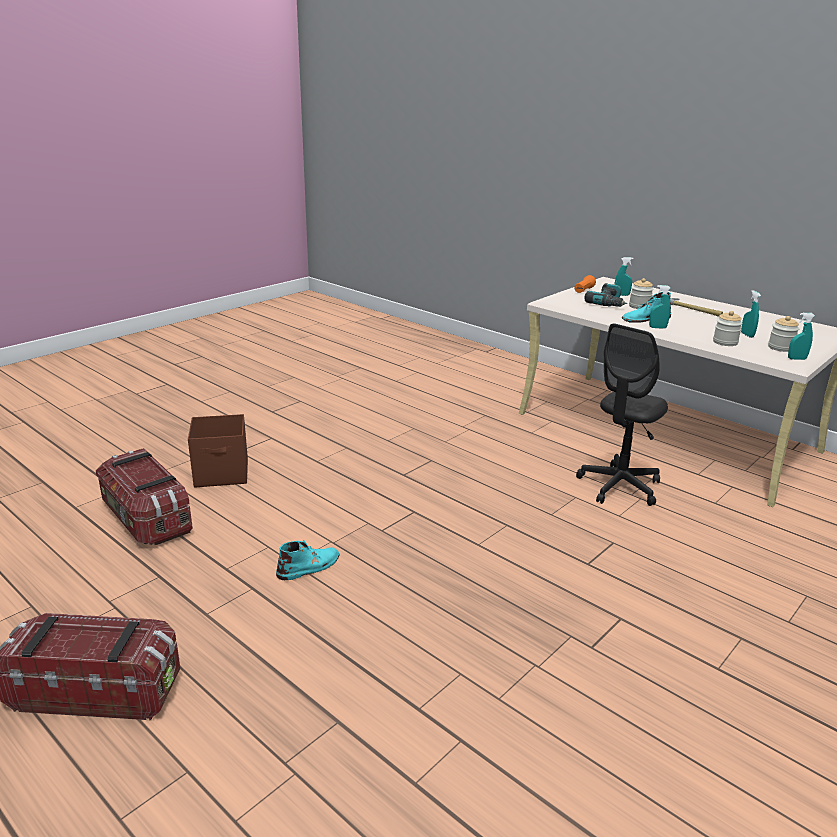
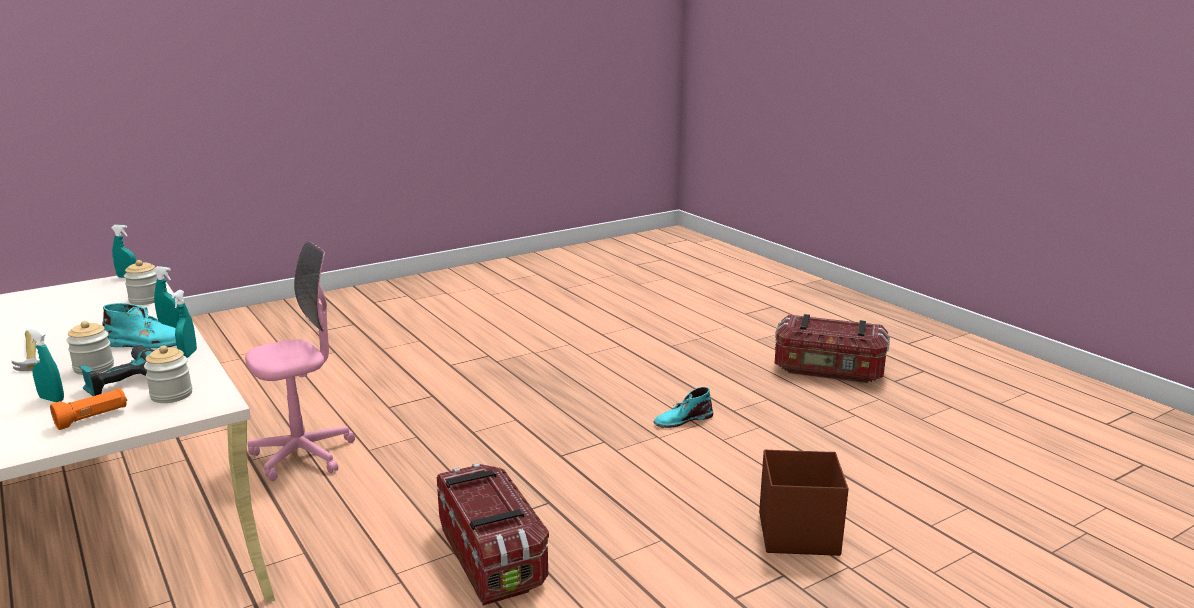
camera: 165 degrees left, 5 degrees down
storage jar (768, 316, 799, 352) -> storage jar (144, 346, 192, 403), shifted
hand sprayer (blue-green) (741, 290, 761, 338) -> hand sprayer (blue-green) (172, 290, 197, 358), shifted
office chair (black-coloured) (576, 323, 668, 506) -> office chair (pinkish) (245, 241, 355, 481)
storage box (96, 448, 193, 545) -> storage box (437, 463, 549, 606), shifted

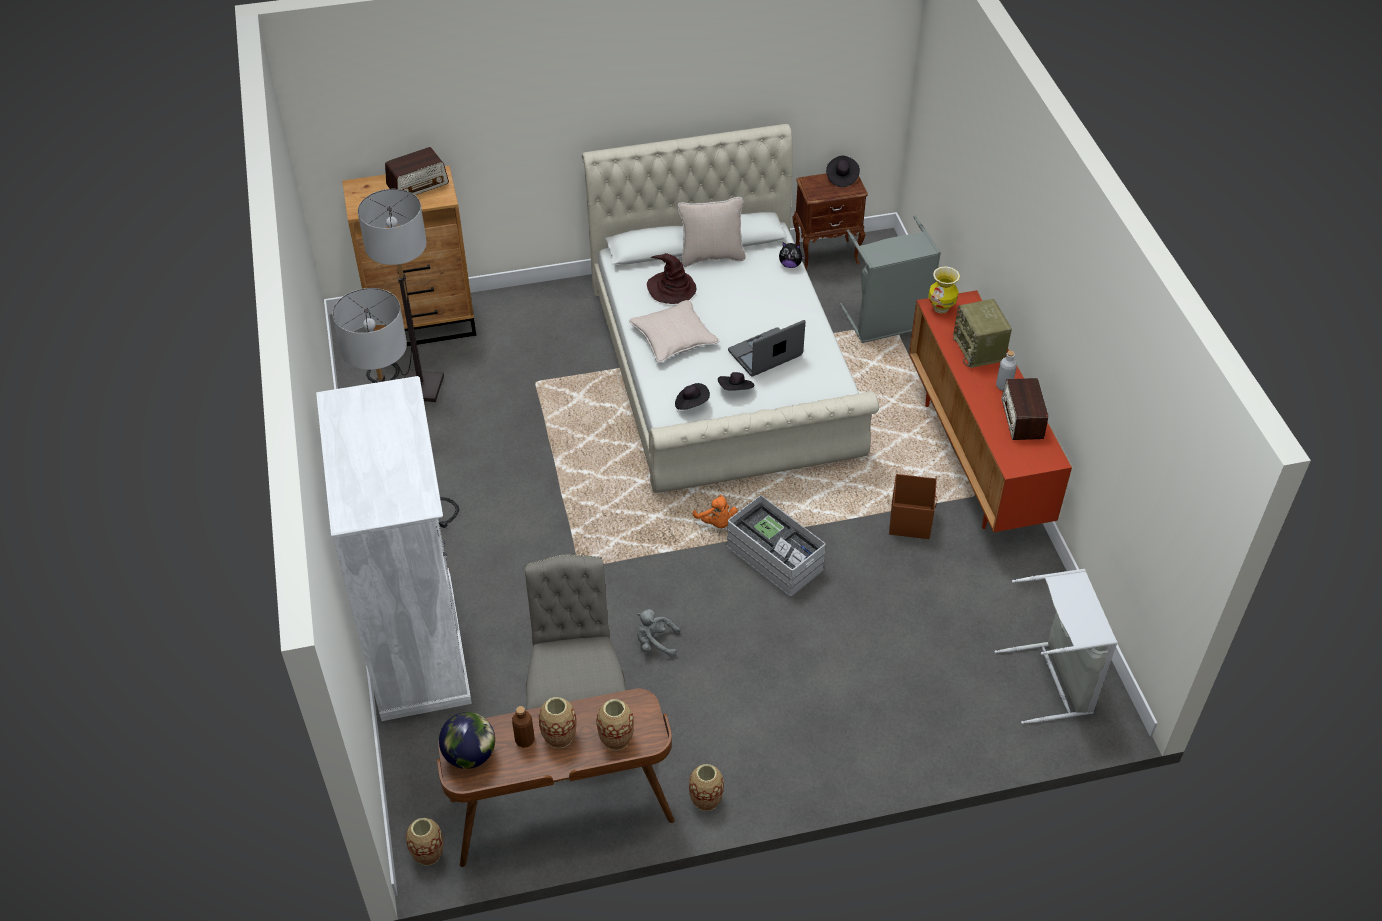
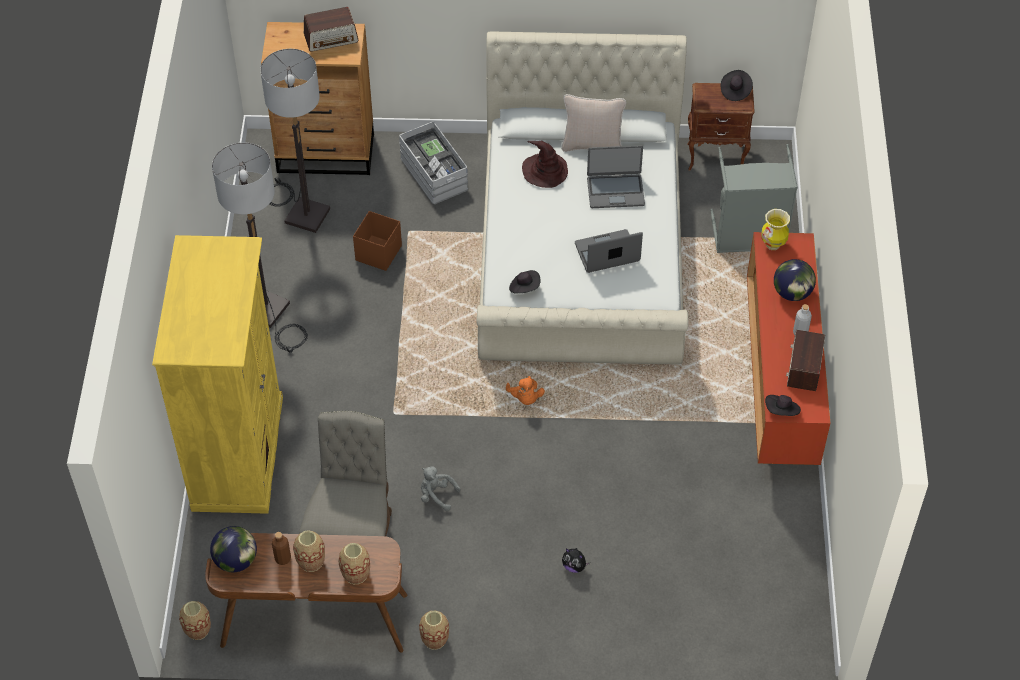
camera: 15 degrees right, 5 degrees up
wardrobe (whitish) (316, 376, 472, 721) -> wardrobe (yellow-coloured) (152, 235, 283, 514)
storage box (brown-coloured) (889, 474, 937, 539) -> storage box (brown-coloured) (353, 211, 402, 271), shifted
storage box (grey) (727, 495, 826, 596) -> storage box (grey) (399, 122, 468, 204), shifted
soft toy (779, 242, 805, 268) -> soft toy (562, 548, 590, 573), shifted
none -> laptop (587, 145, 645, 208)
clothing hat (black-coloured) (718, 372, 754, 391) -> clothing hat (black-coloured) (765, 395, 801, 416), shifted
radio (953, 299, 1012, 368) -> world globe (774, 259, 816, 301)
pillow (beige) (629, 300, 719, 362) -> none
washing basket (grey) (994, 569, 1118, 724) -> none

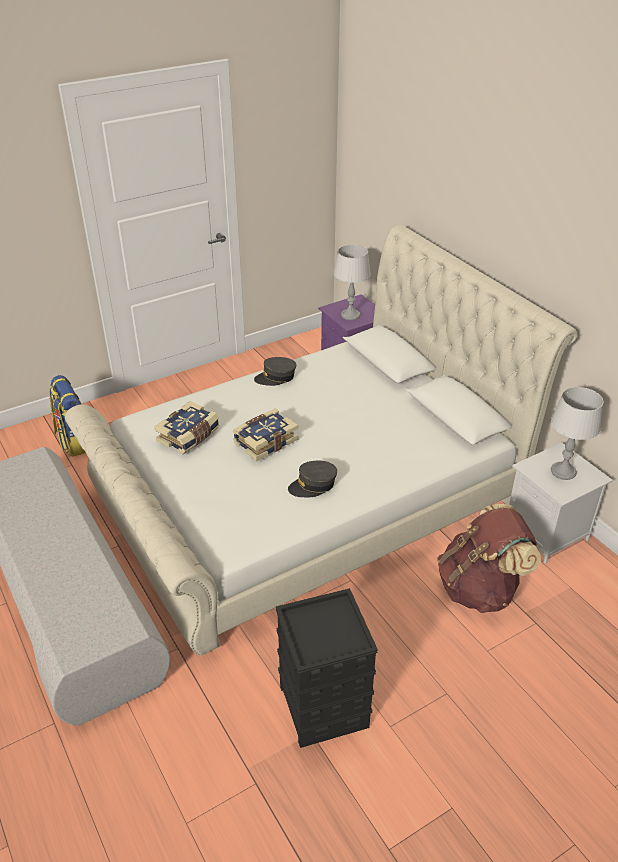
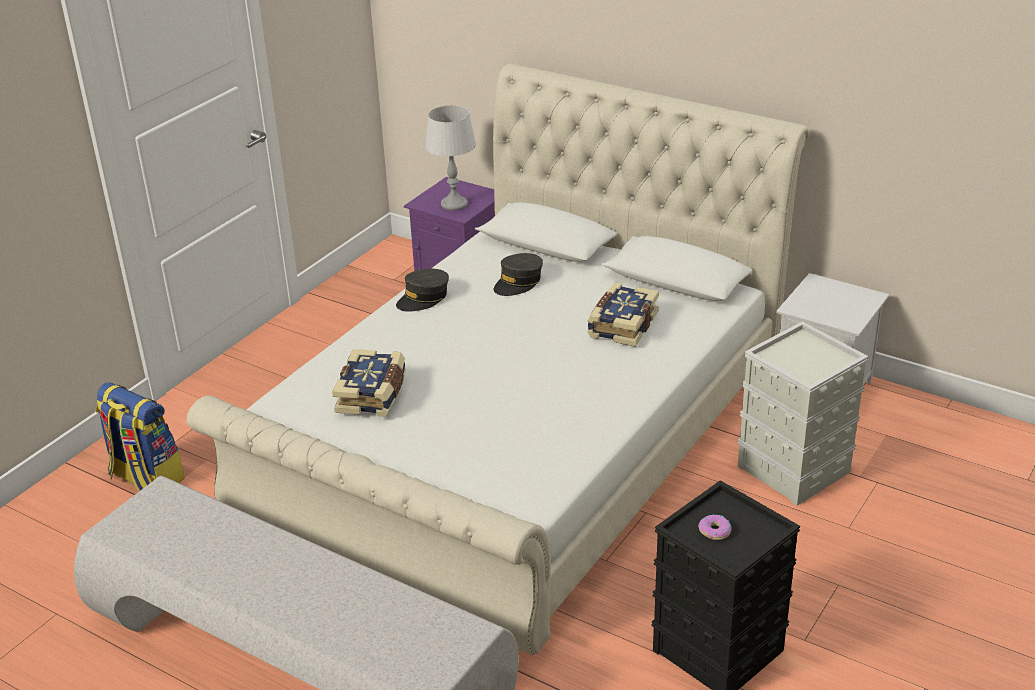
camera: 25 degrees left, 5 degrees down
cap (grey) (288, 461, 337, 497) -> cap (grey) (493, 253, 543, 296), shifted
book (233, 408, 298, 462) -> book (587, 283, 659, 347), shifted
none -> donut (698, 515, 731, 540)
backpack (brown-coloured) (437, 504, 541, 613) -> storage box (grey) (738, 321, 868, 506)
table lamp (grey) (551, 387, 603, 480) -> none

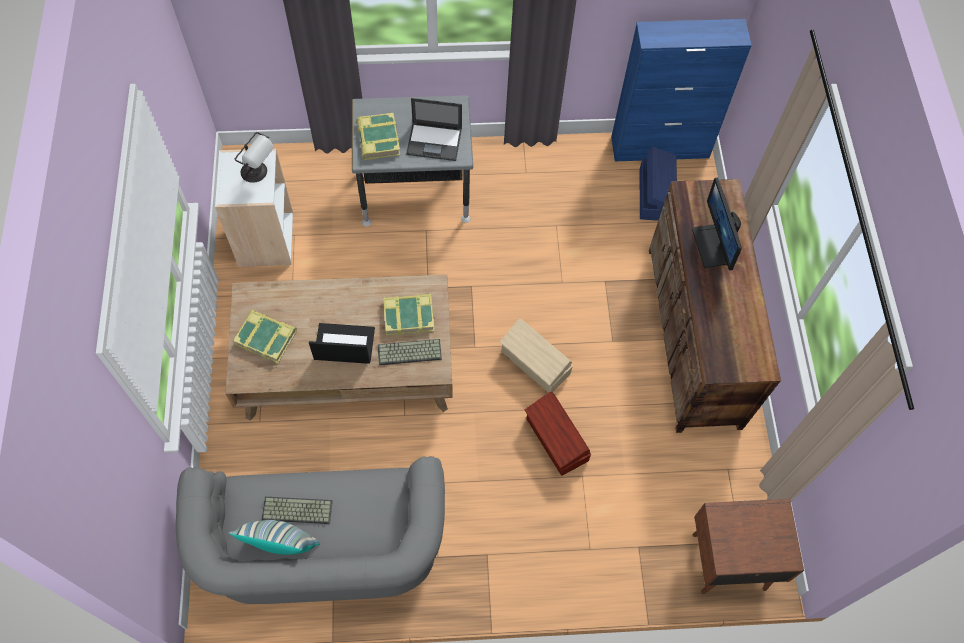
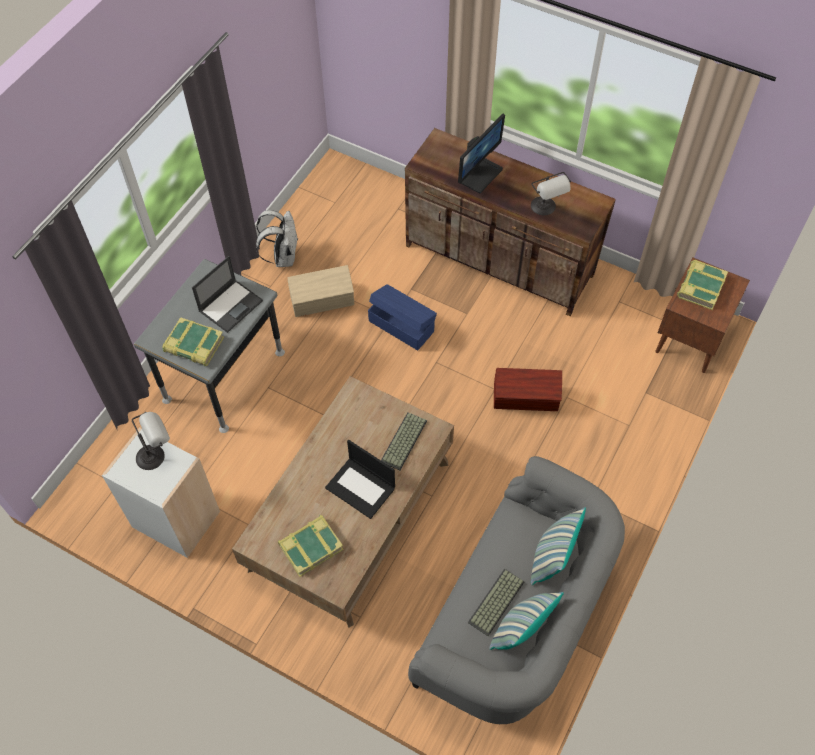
camera: 55 degrees left, 5 degrees down
none -> backpack (whitish) (256, 210, 297, 267)
storage box (beige) (500, 318, 573, 393) -> storage box (beige) (288, 265, 354, 317), shifted
laptop (309, 323, 375, 364) -> laptop (325, 440, 395, 519), 90 degrees counterclockwise
storage box (bluish) (640, 147, 677, 221) -> storage box (bluish) (368, 284, 437, 350), shifted
computer display (692, 177, 742, 271) -> computer display (458, 114, 505, 193), 75 degrees counterclockwise
none -> table lamp (531, 172, 571, 215)
none -> pillow (531, 507, 586, 585)
book (383, 293, 435, 336) -> book (677, 260, 728, 310), shifted
cupboard (bluish) (611, 19, 752, 161) -> none

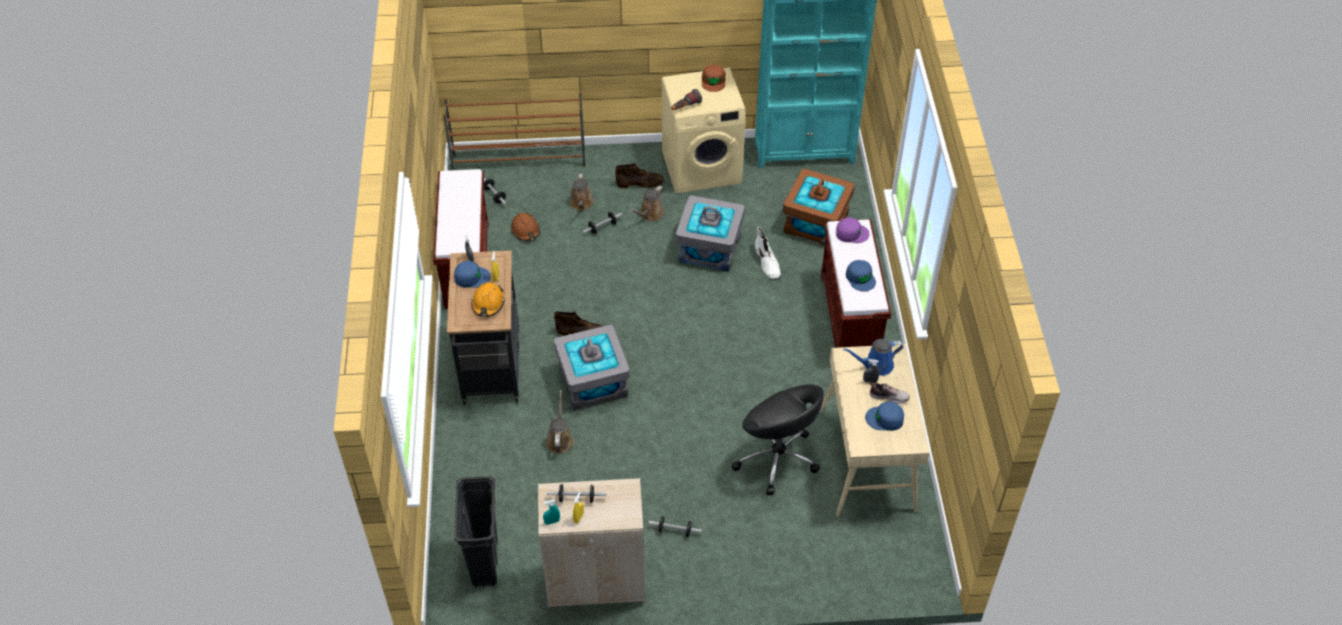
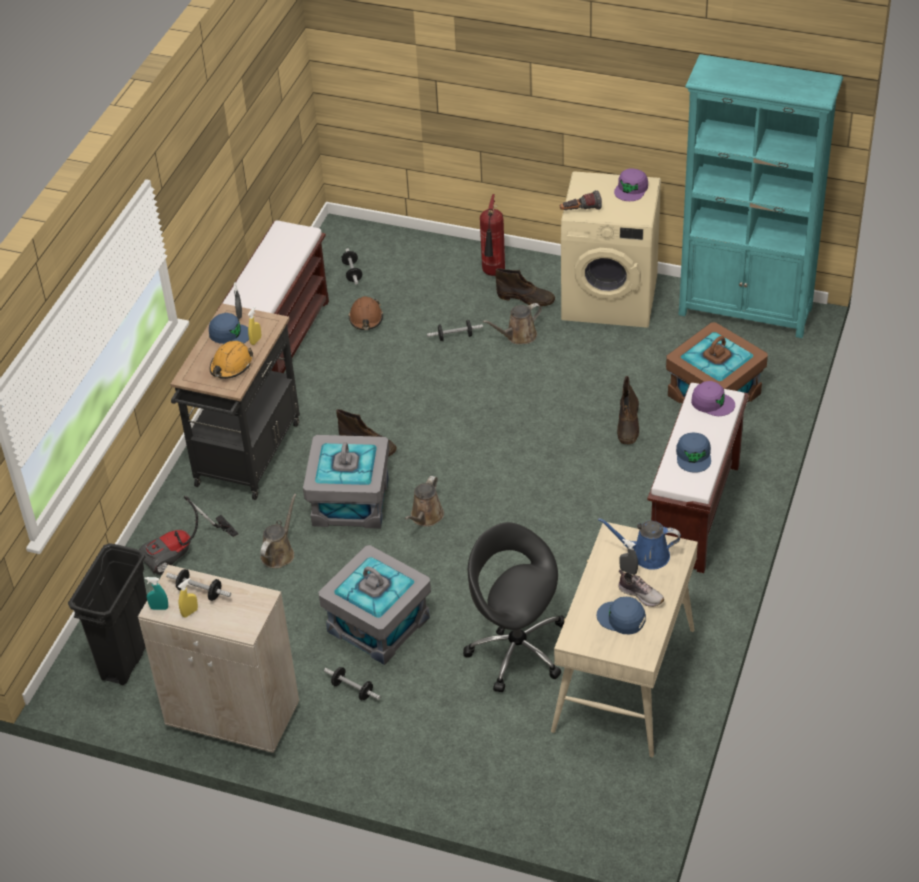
camera: 25 degrees right, 5 degrees down
none -> vacuum cleaner (139, 496, 238, 575)
storage box (grey) (676, 195, 745, 272) -> storage box (grey) (318, 545, 431, 665), shifted
watering can (brown-coloured) (570, 174, 594, 210) -> watering can (brown-coloured) (405, 476, 444, 527), shifted
office chair (black-coloured) (732, 384, 824, 495) -> office chair (black-coloured) (463, 522, 565, 692), 135 degrees clockwise
none -> fire-fighting cylinder (480, 194, 505, 276)
cap (brown-coloured) (702, 65, 726, 92) -> cap (purplish) (614, 168, 648, 201)
high-top boot (whitish) (755, 226, 781, 279) -> high-top boot (brown-coloured) (617, 376, 640, 445)
shoe shelf (brown-coloured) (443, 92, 586, 170) -> none

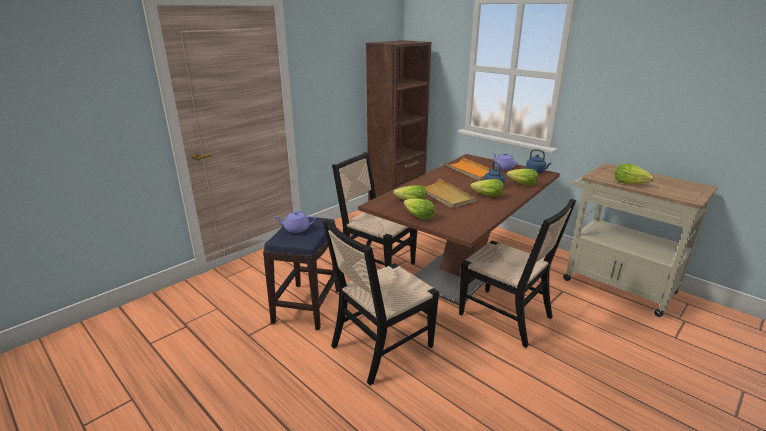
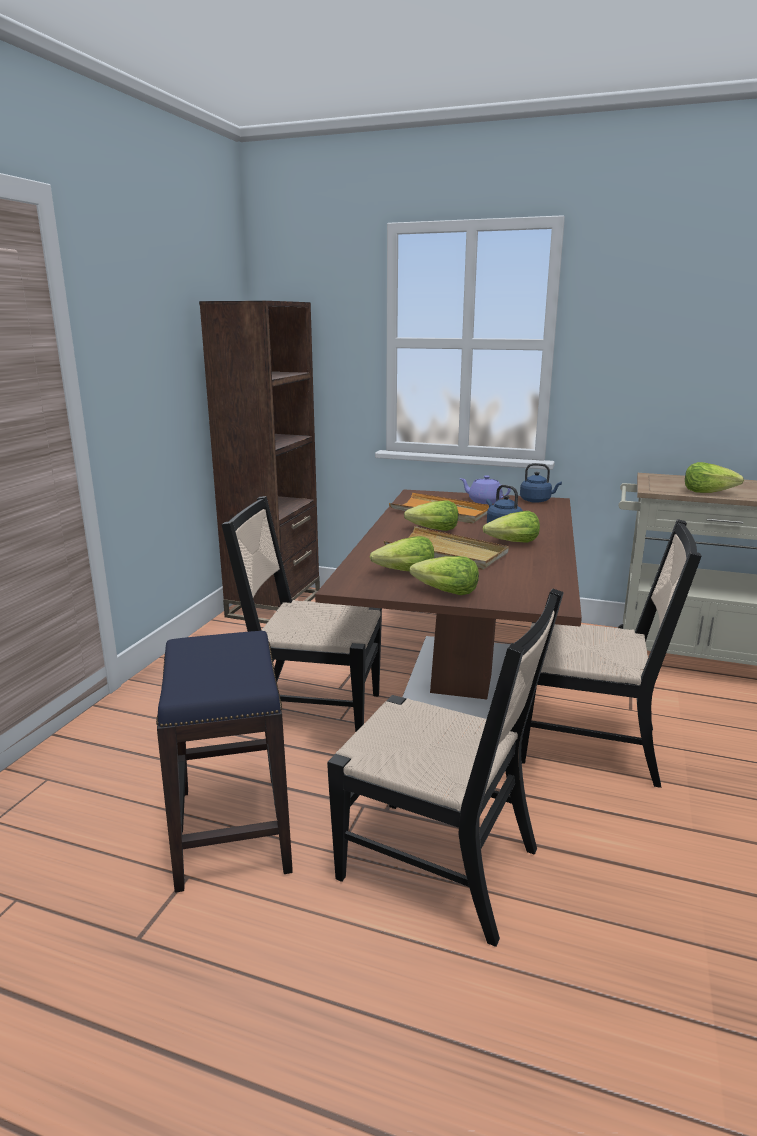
camera: 25 degrees left, 5 degrees down
chair (323, 219, 439, 385) -> chair (327, 589, 564, 947), 90 degrees counterclockwise
lettuce head (506, 169, 538, 186) -> lettuce head (404, 501, 458, 531), shifted
tea pot (purplish) (274, 211, 316, 233) -> none

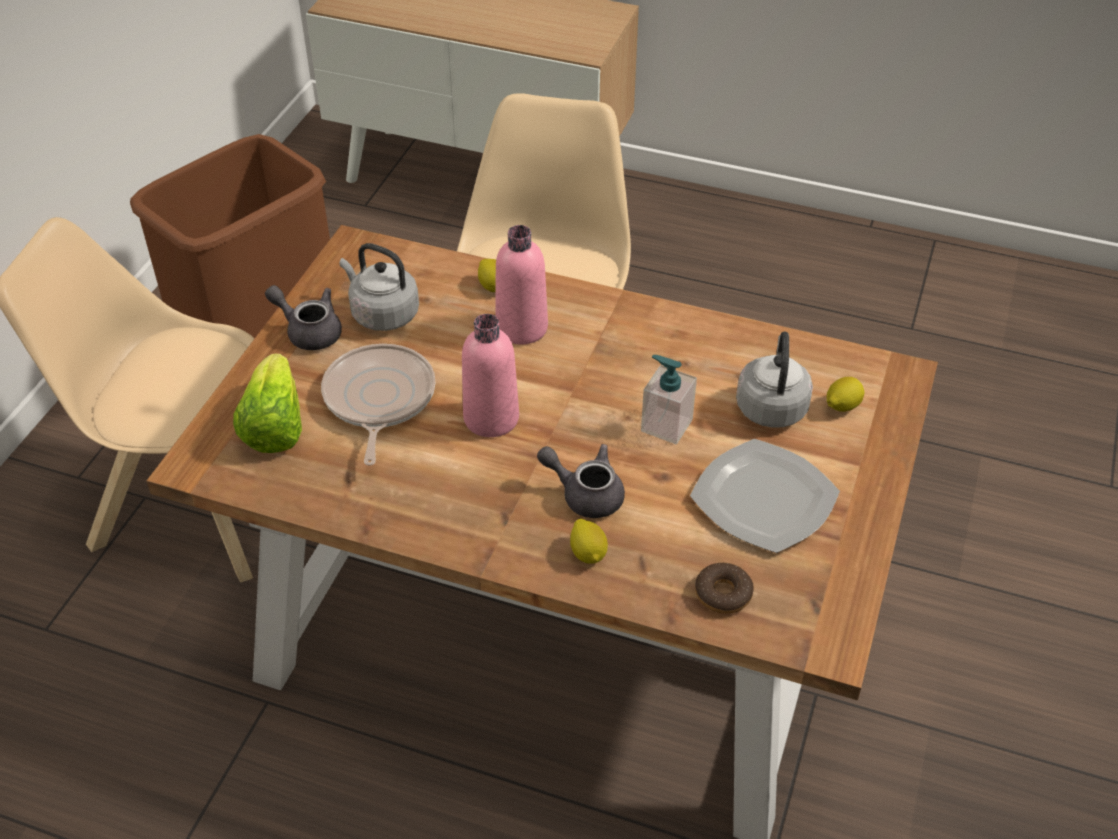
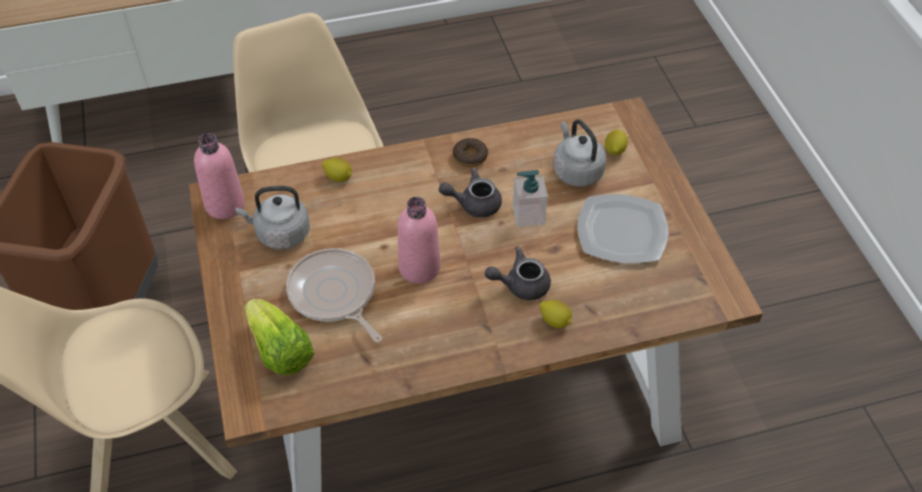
camera: 35 degrees left, 5 degrees up
bottle (pinkish) (496, 225, 548, 345) -> bottle (pinkish) (194, 133, 245, 219), shifted
tea pot (grey) (265, 285, 342, 350) -> tea pot (grey) (439, 168, 502, 217), shifted
donut (695, 563, 754, 614) -> donut (453, 138, 488, 167), shifted

